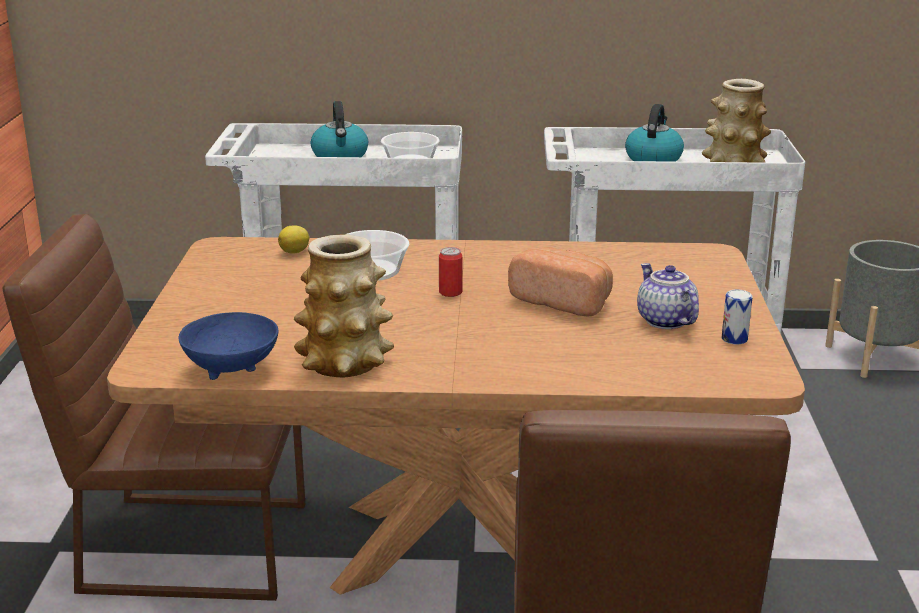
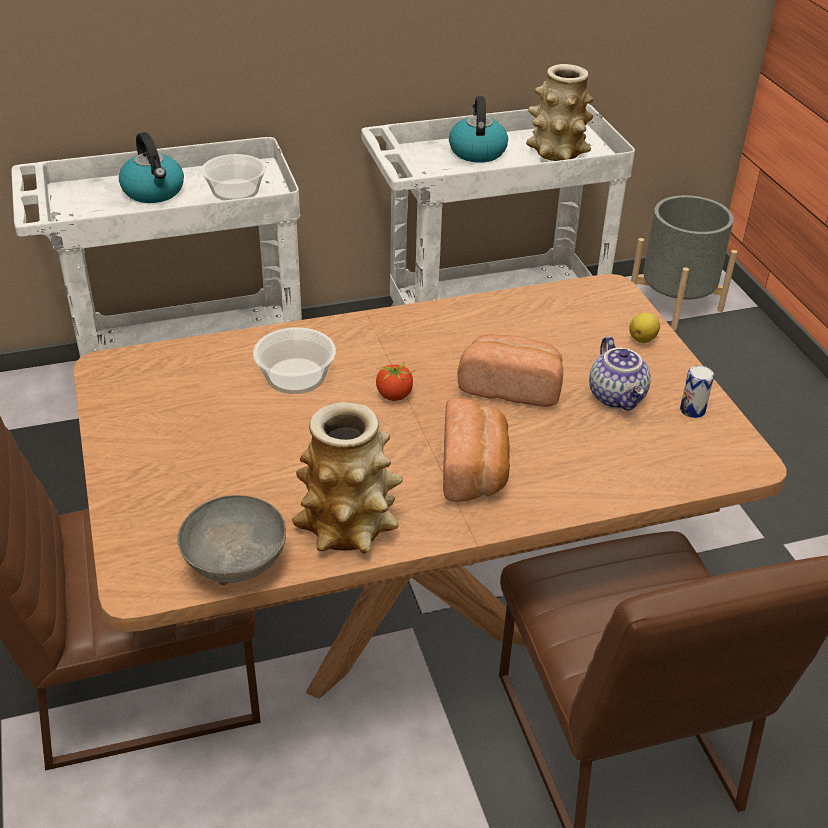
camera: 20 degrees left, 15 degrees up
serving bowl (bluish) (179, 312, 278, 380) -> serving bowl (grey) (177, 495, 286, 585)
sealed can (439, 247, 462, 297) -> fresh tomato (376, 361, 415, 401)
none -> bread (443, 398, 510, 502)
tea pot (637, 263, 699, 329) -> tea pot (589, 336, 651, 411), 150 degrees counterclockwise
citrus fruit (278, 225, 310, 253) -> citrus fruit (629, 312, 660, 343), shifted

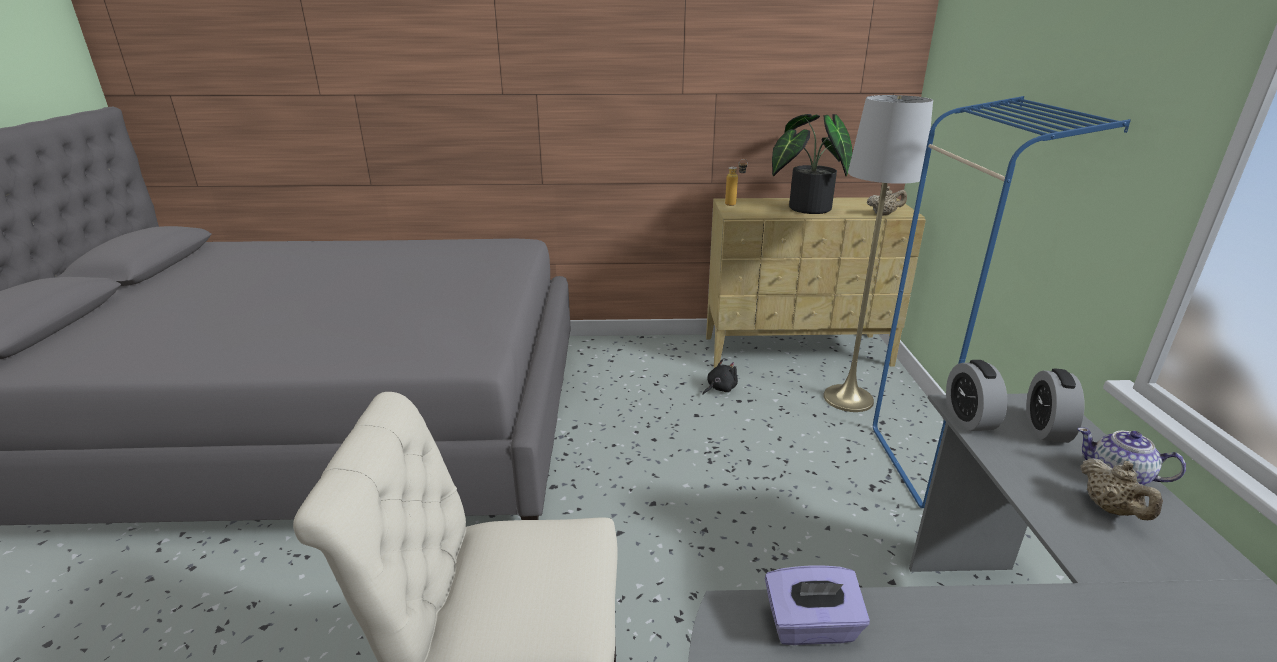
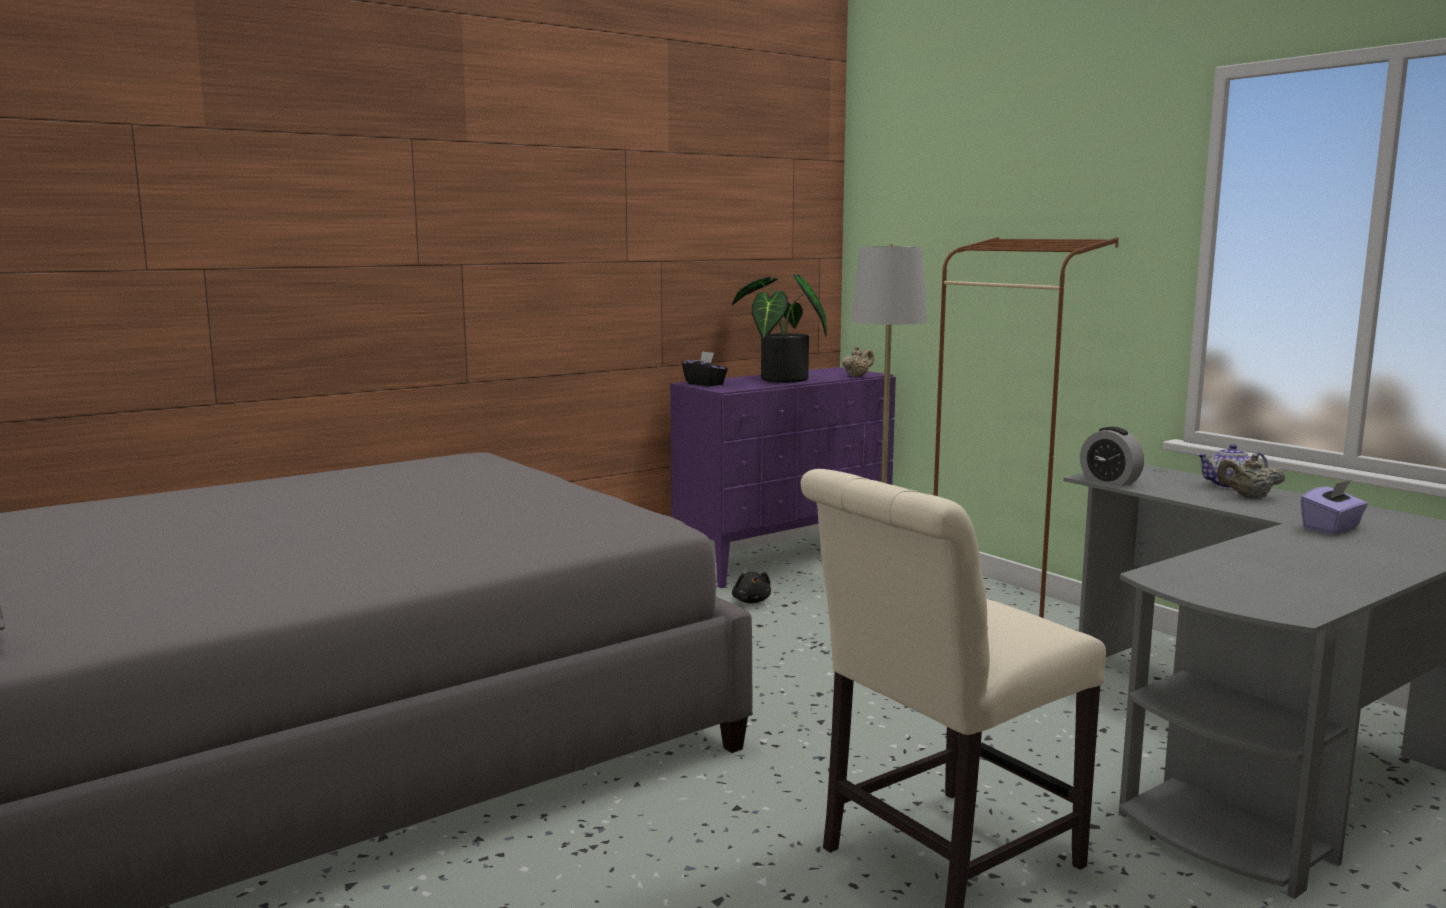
camera: 35 degrees left, 15 degrees down
drawer chest (beige) (706, 197, 926, 368) -> drawer chest (purplish) (670, 367, 896, 588)
bottle (725, 159, 748, 206) -> tissue box (black-coloured) (682, 351, 728, 386)
soft toy (black-coloured) (703, 359, 738, 395) -> soft toy (black-coloured) (732, 572, 771, 603), 150 degrees clockwise
garment stand (bluish) (873, 96, 1131, 508) -> garment stand (brown-coloured) (934, 237, 1119, 618)
tea pot (beige) (1080, 458, 1163, 520) -> tea pot (beige) (1217, 454, 1285, 499), 150 degrees clockwise
tissue box (purplish) (765, 565, 870, 645) -> tissue box (purplish) (1300, 480, 1368, 534), shifted
alarm clock (1026, 369, 1084, 443) -> none

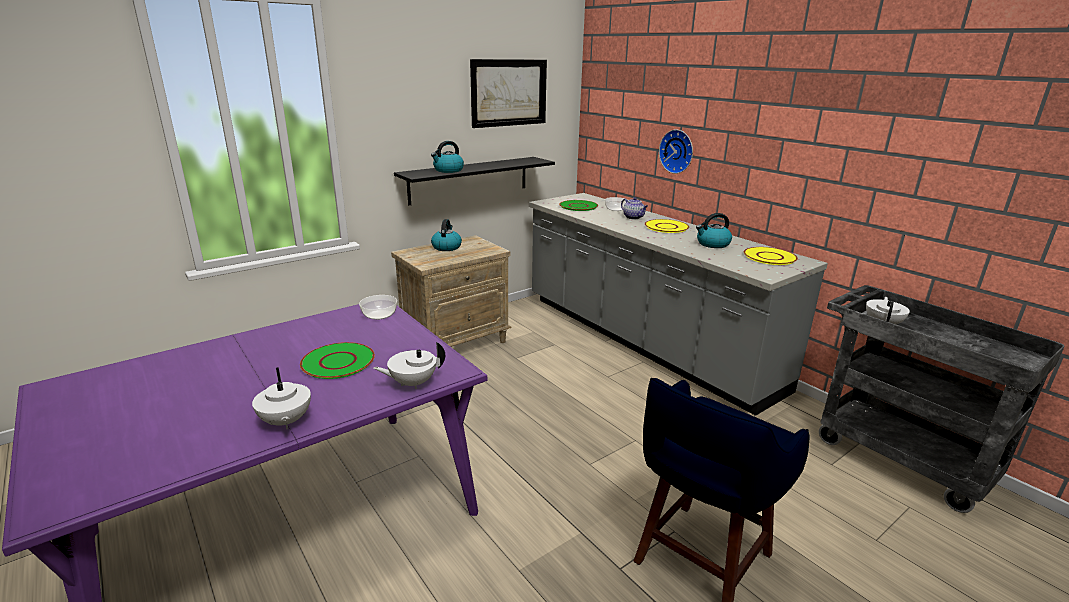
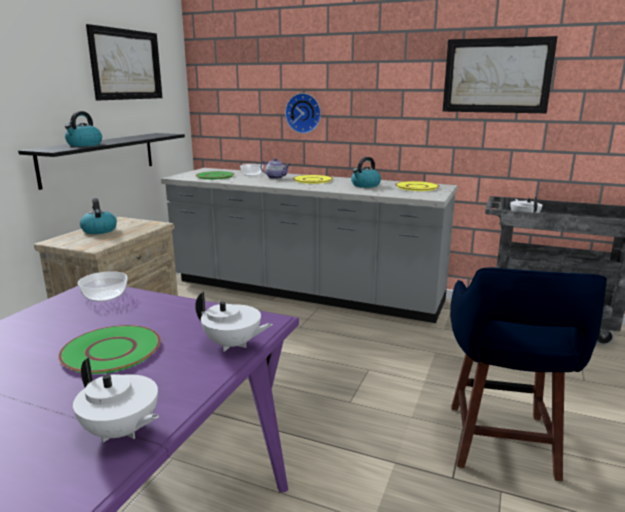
camera: 30 degrees left, 5 degrees down
tea pot (whitish) (373, 342, 445, 389) -> tea pot (whitish) (195, 292, 273, 352), 105 degrees counterclockwise
none -> wall picture (443, 36, 558, 113)

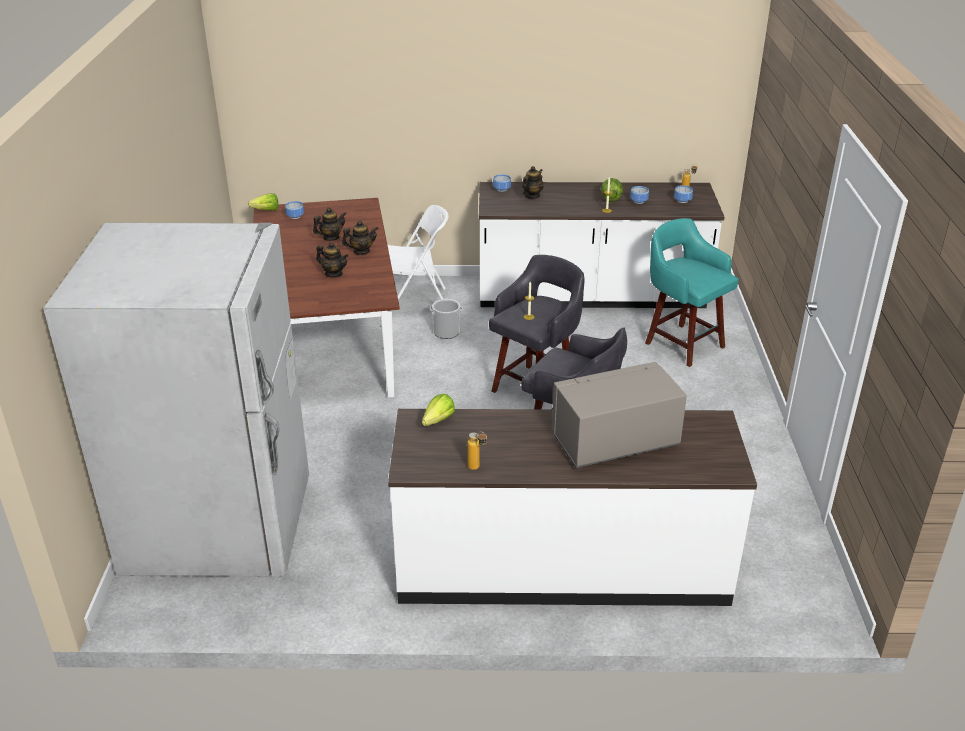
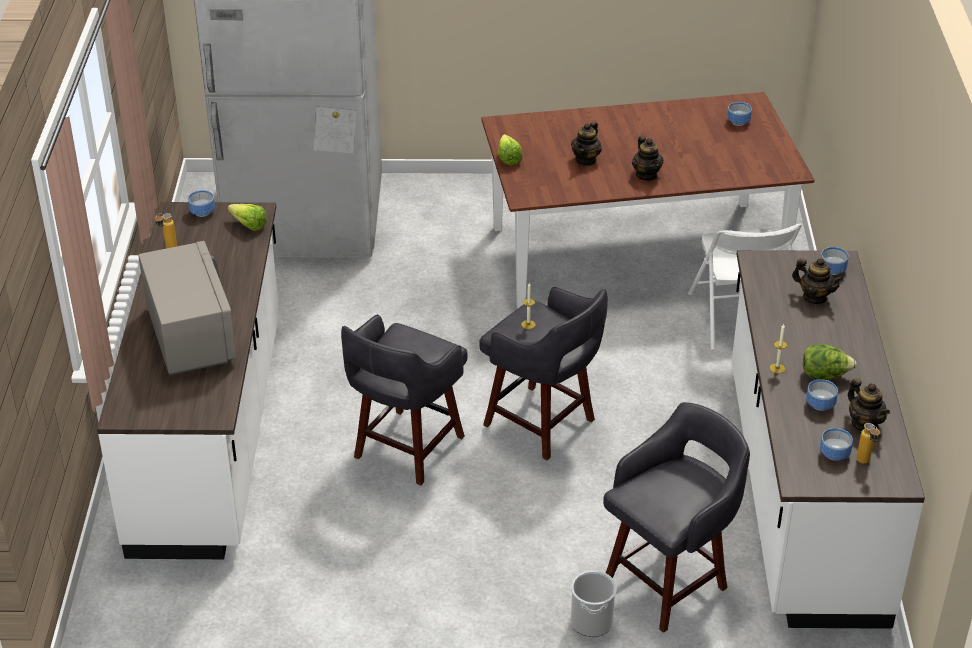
camera: 90 degrees right, 5 degrees up
none -> serving bowl (188, 190, 215, 217)
lettuce head (248, 193, 278, 211) -> lettuce head (498, 134, 523, 165), shifted
bucket (430, 299, 463, 339) -> bucket (571, 570, 617, 637), shifted
stool seat (blue-green) (645, 218, 738, 367) -> stool seat (grey) (603, 402, 750, 633)
tea pot (313, 207, 346, 241) -> tea pot (848, 378, 890, 431), shifted

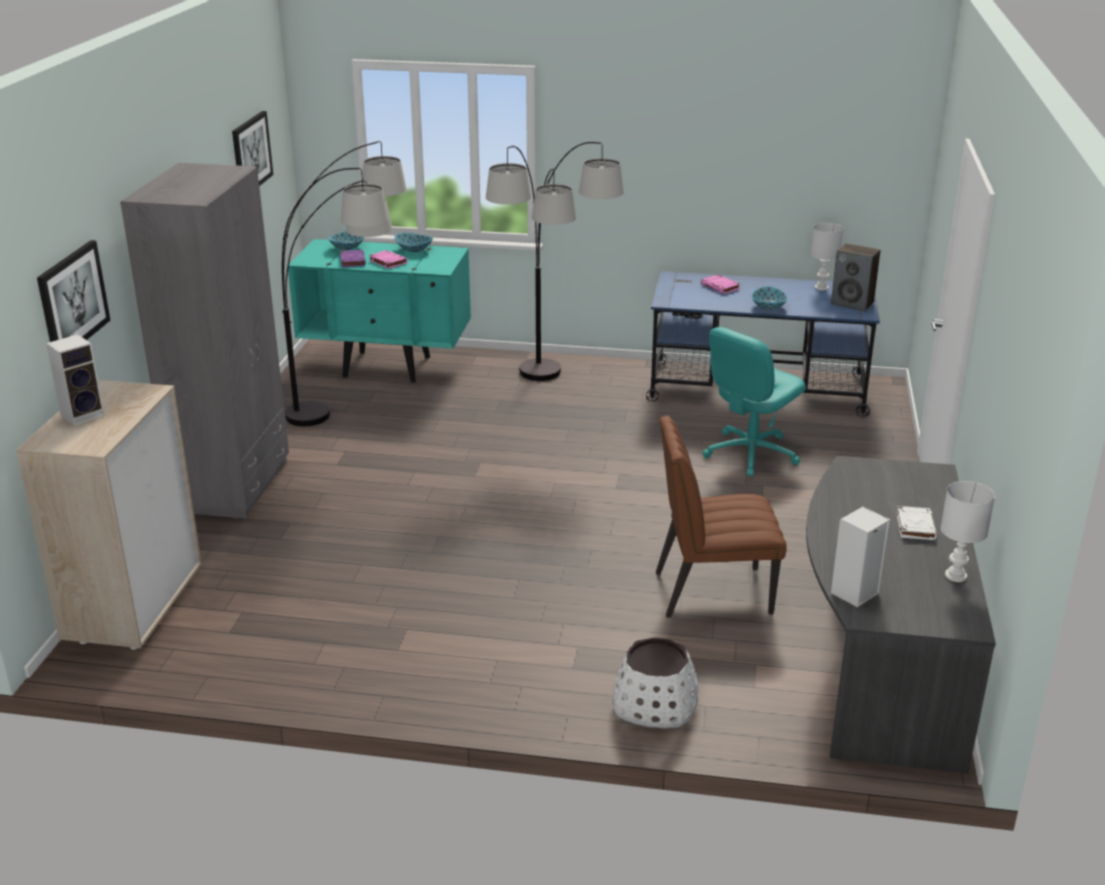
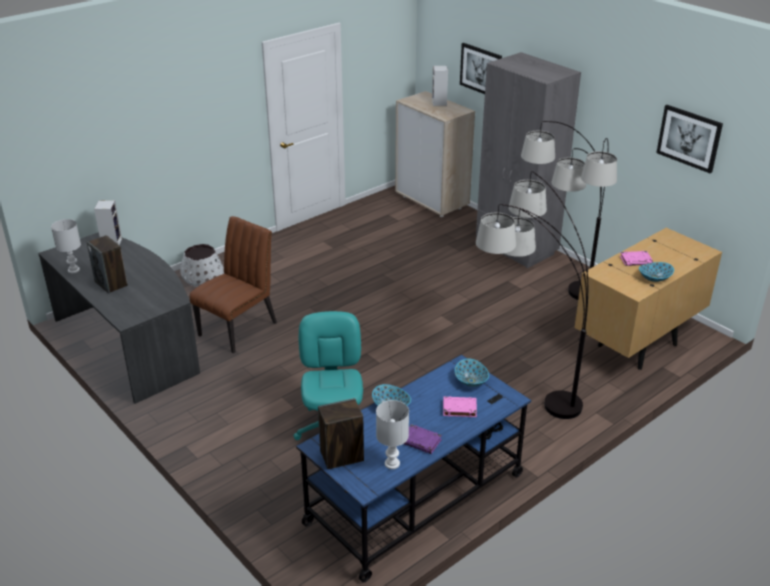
camera: 130 degrees right, 5 degrees up
book (whitish) (897, 506, 937, 540) -> speaker (87, 235, 128, 294)
book (purplish) (340, 250, 366, 267) -> book (purplish) (404, 424, 442, 454), shifted
serving bowl (328, 231, 365, 250) -> serving bowl (455, 359, 489, 387), shifted
drawer chest (blue-green) (288, 239, 471, 383) -> drawer chest (beige) (574, 228, 722, 370)

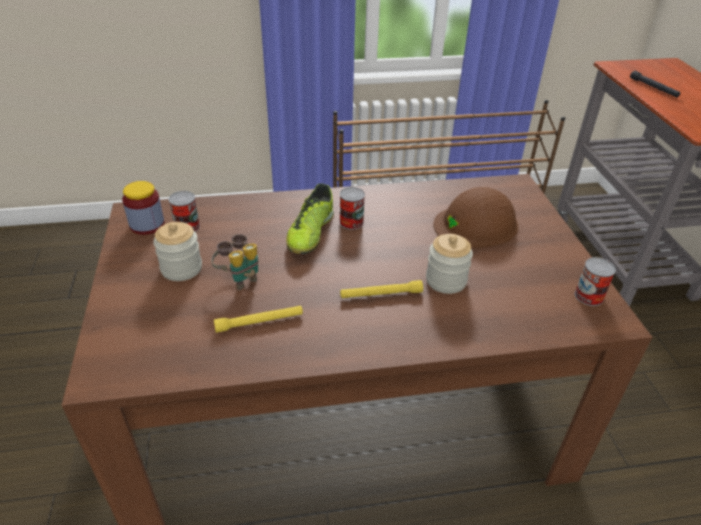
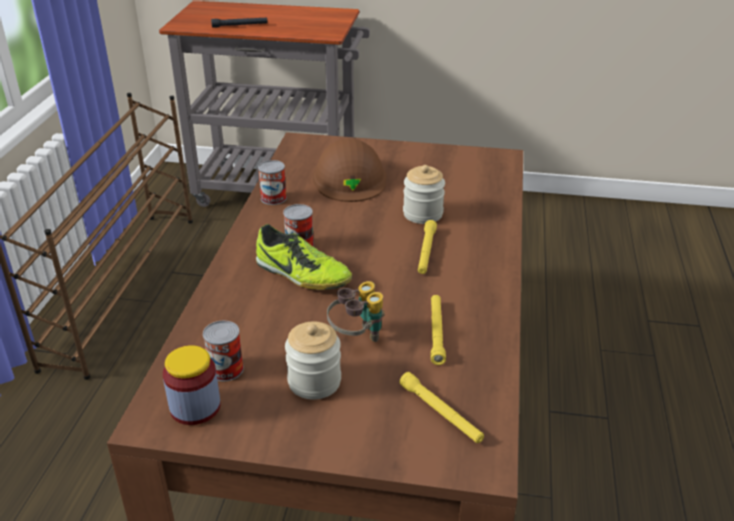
camera: 70 degrees left, 5 degrees down
sealed can (575, 257, 616, 306) -> sealed can (258, 160, 287, 205), shifted
none -> hand torch (yellow-coloured) (400, 372, 484, 443)

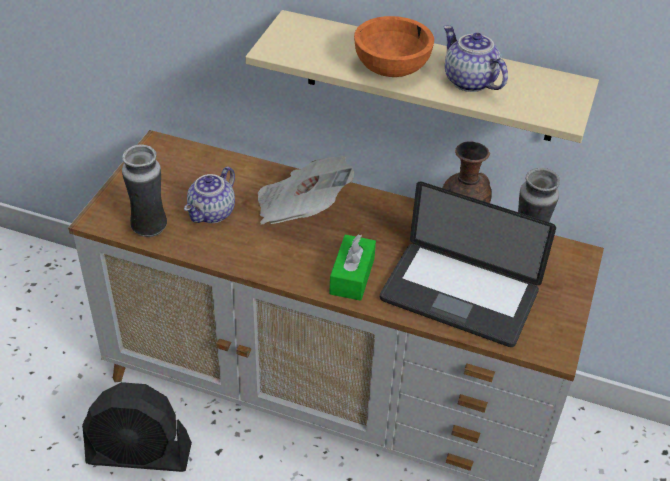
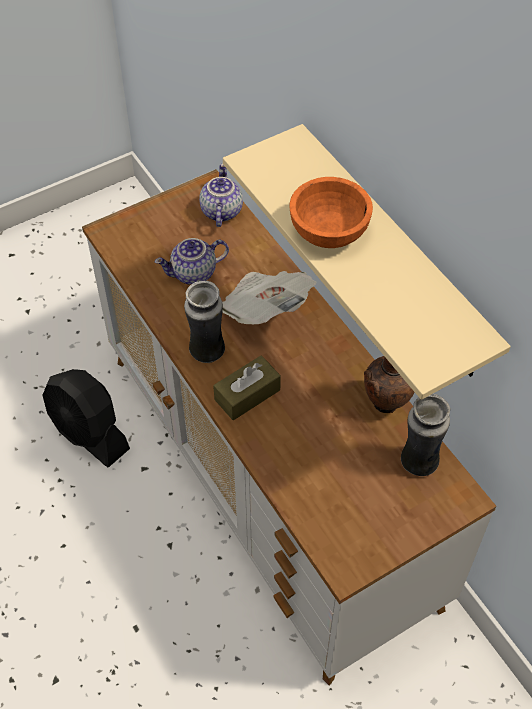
camera: 40 degrees right, 10 degrees up
vase (122, 144, 167, 237) -> vase (184, 281, 225, 363), shifted
tea pot (444, 25, 508, 92) -> tea pot (199, 163, 243, 227), shifted
tissue box (green-coloured) (329, 234, 376, 301) -> tissue box (brown-coloured) (213, 356, 281, 420)
laptop (380, 181, 556, 347) -> none

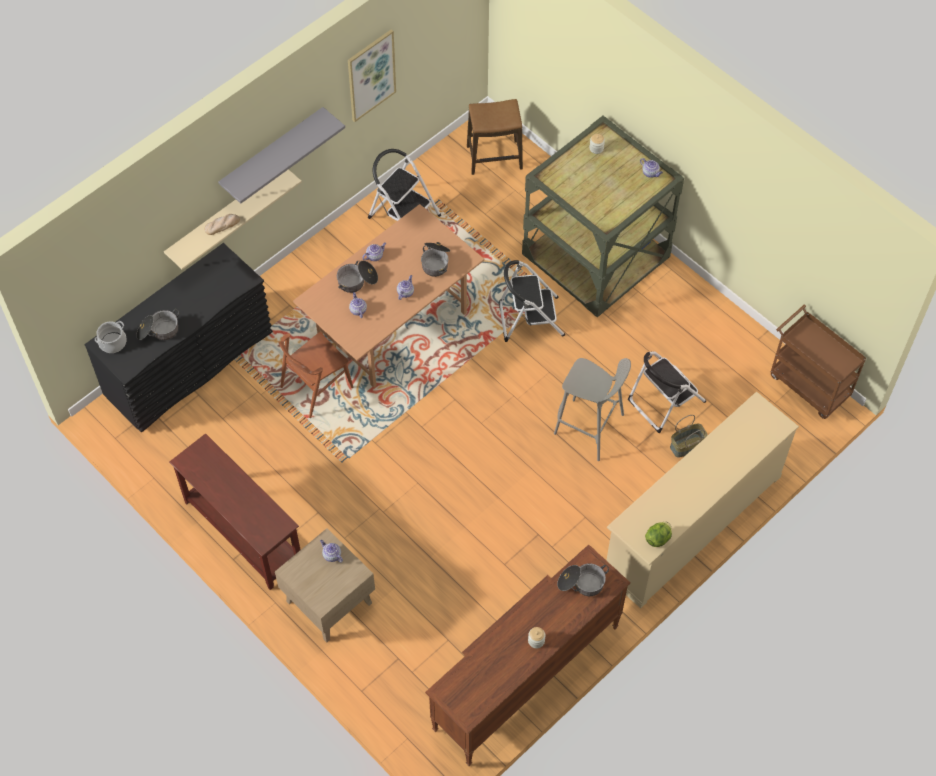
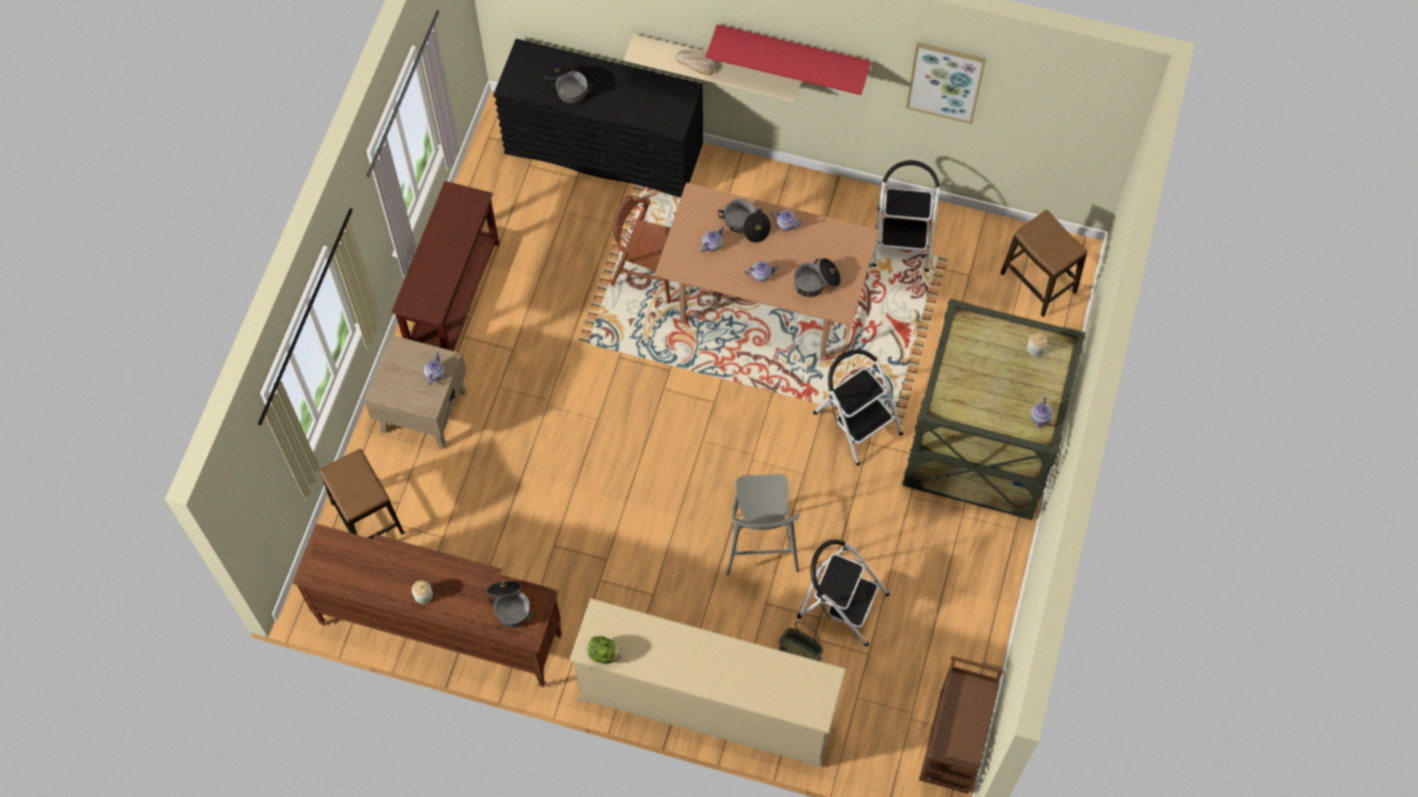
camera: 60 degrees right, 5 degrees up
none -> stool seat (319, 449, 404, 539)
wall shelf (grey) (218, 107, 345, 204) -> wall shelf (red-coloured) (706, 24, 871, 95)
cooking pot (95, 321, 127, 353) -> none

